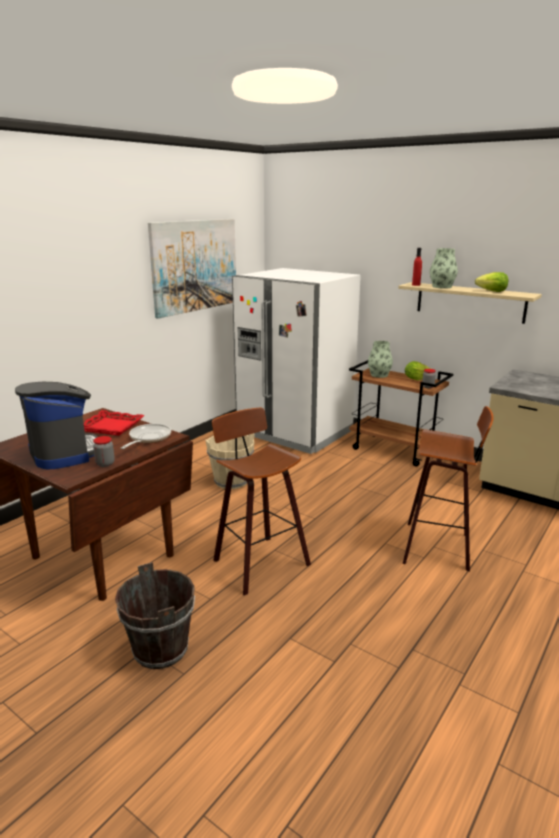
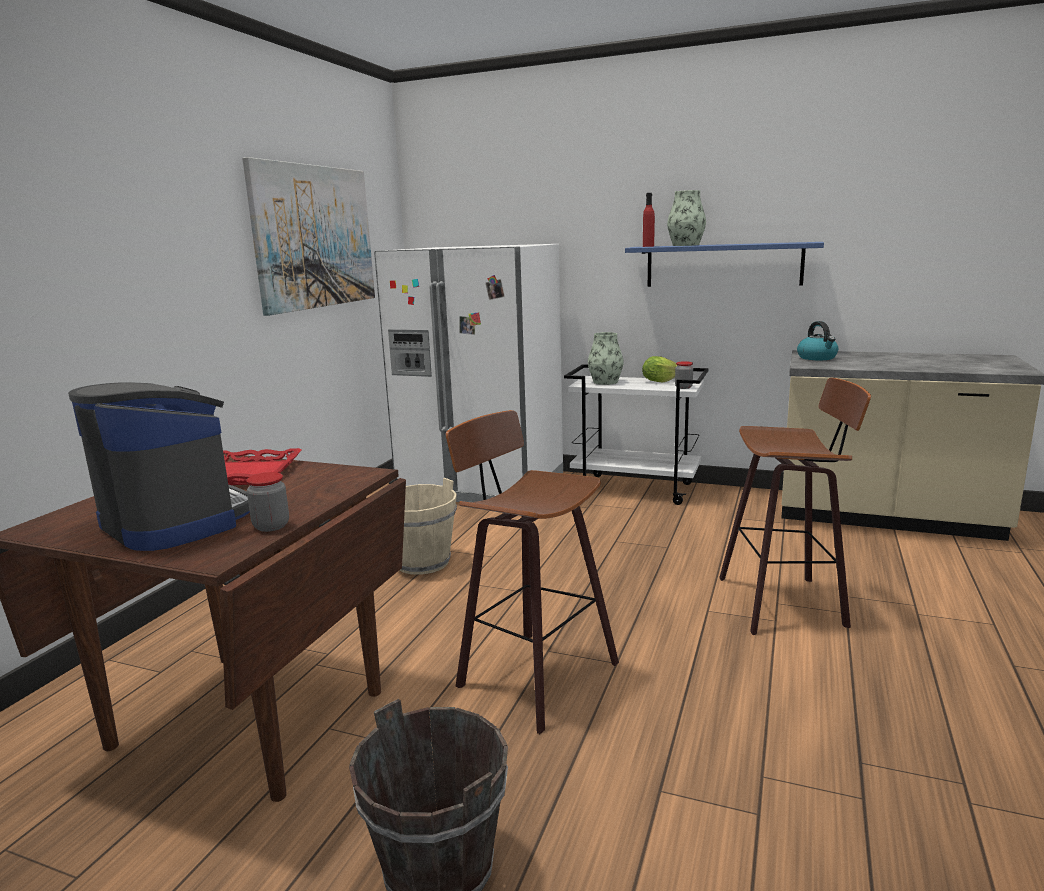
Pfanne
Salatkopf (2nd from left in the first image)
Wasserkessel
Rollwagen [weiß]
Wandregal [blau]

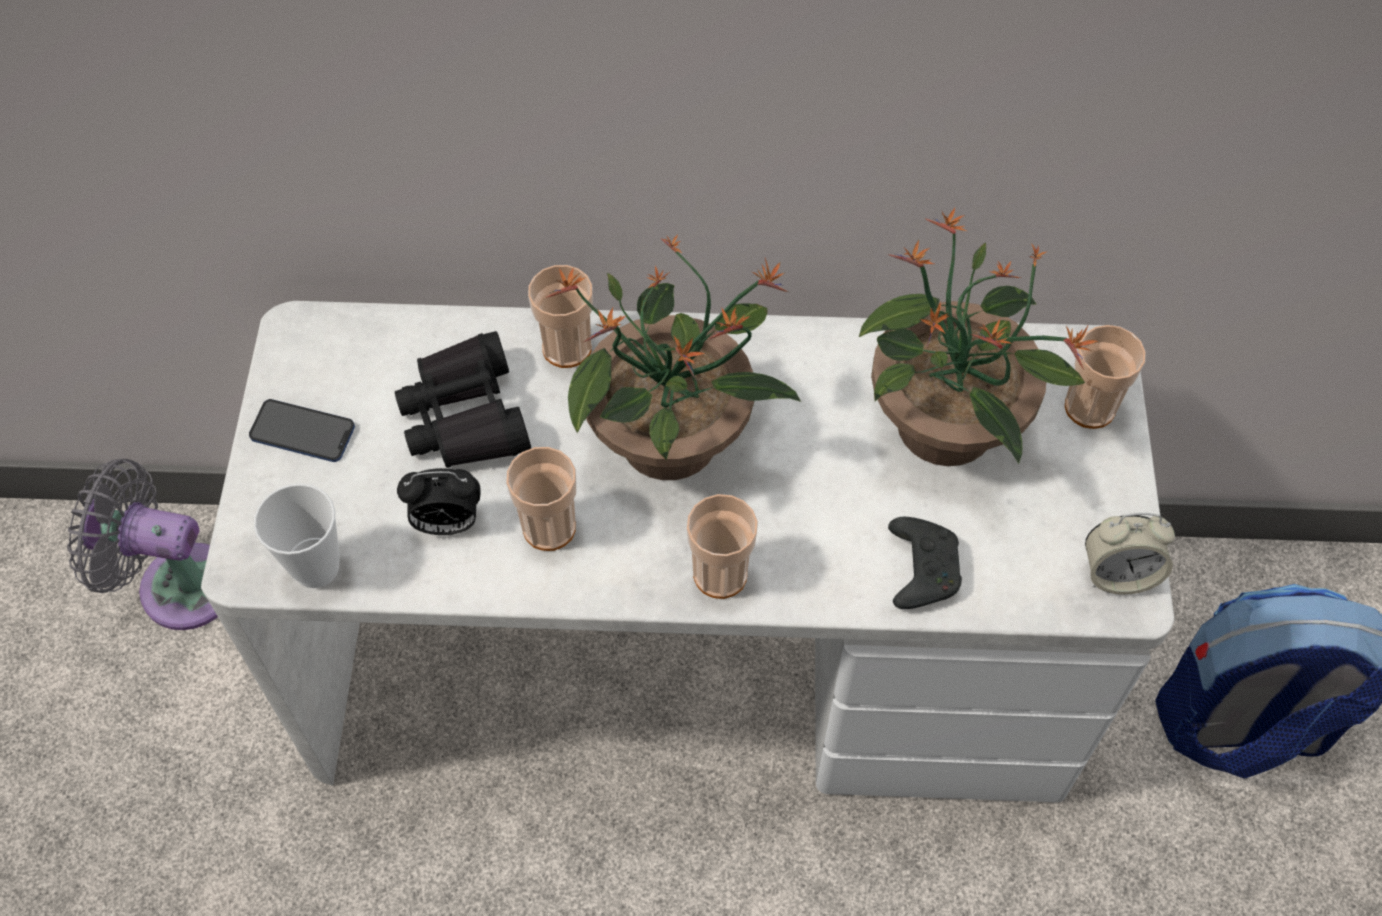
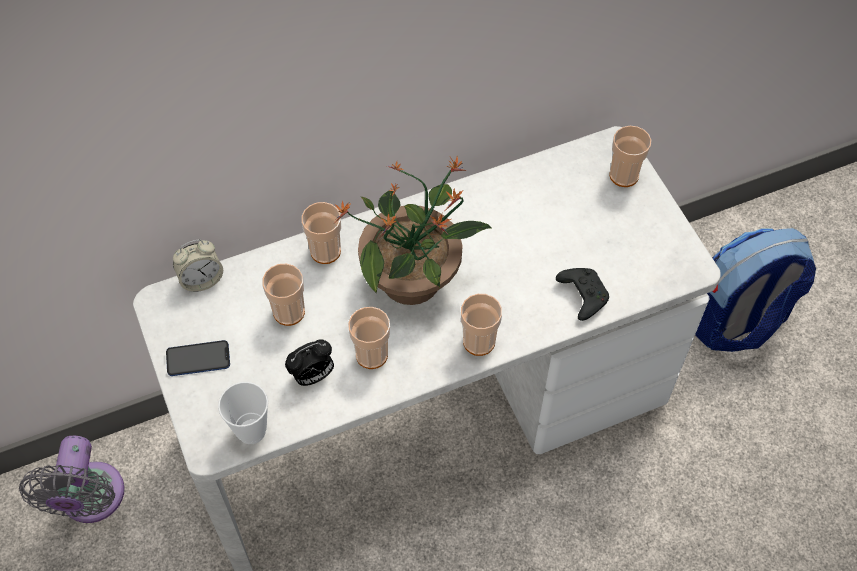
Topfpflanze (2nd from left in the first image)
Wecker (1st from left)
Tasse (2nd from left)
Ventilator [grau]

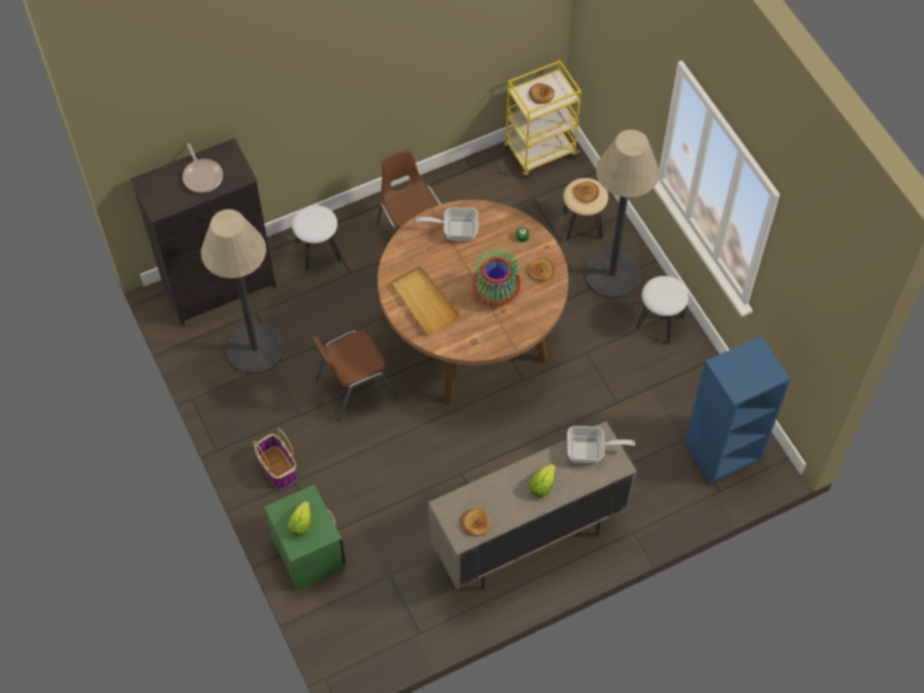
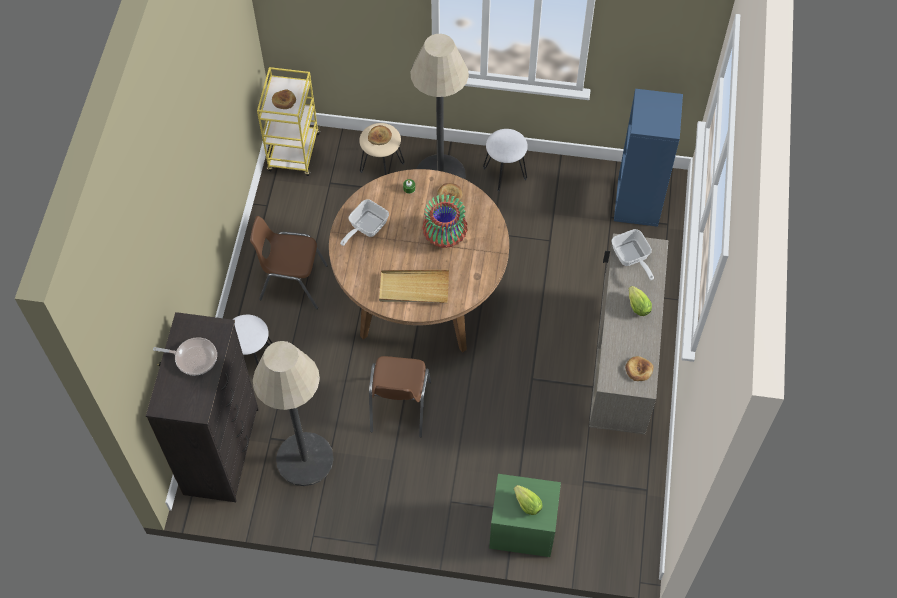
Korb
Pfanne (3rd from left)

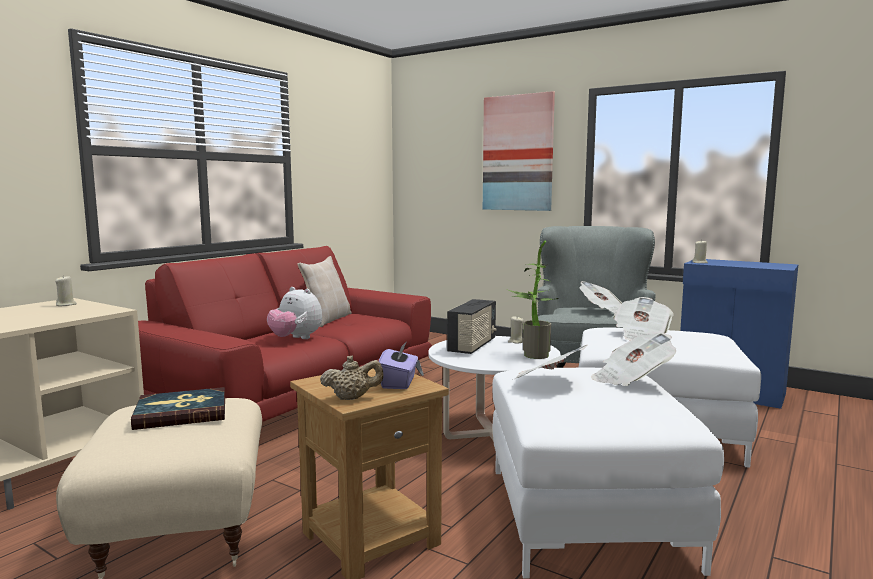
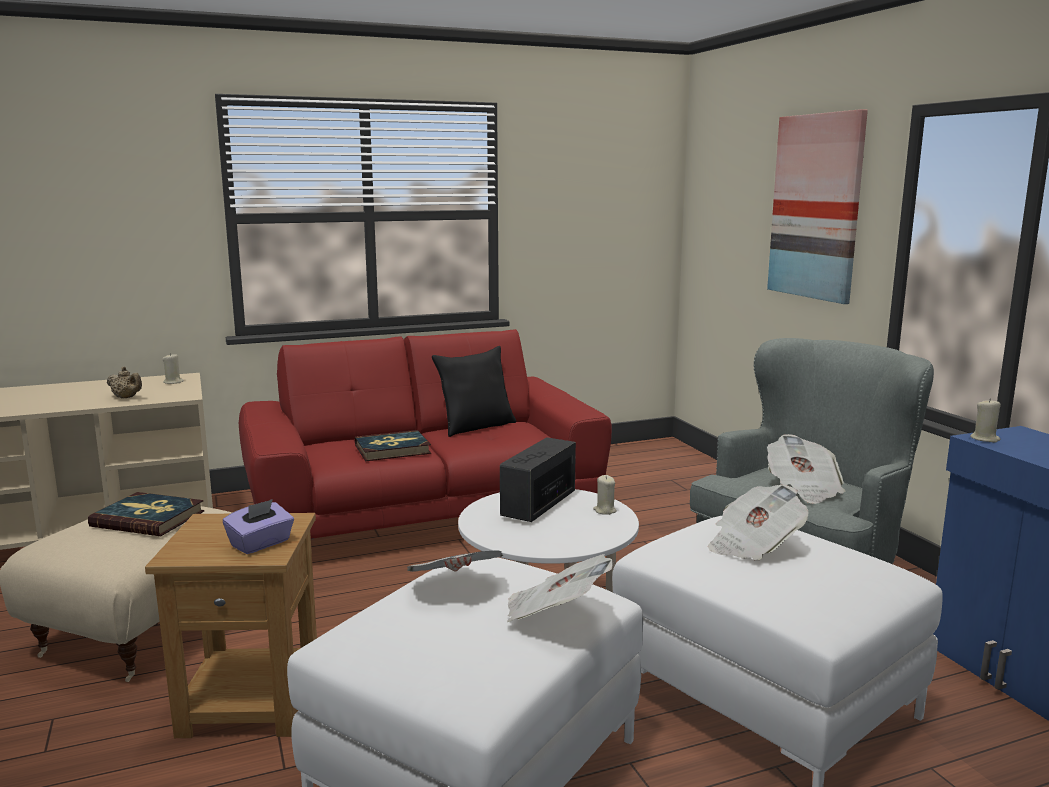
Topfpflanze
Teekanne [beige]
Buch (2nd from left)
Kissen [schwarz]
Radio

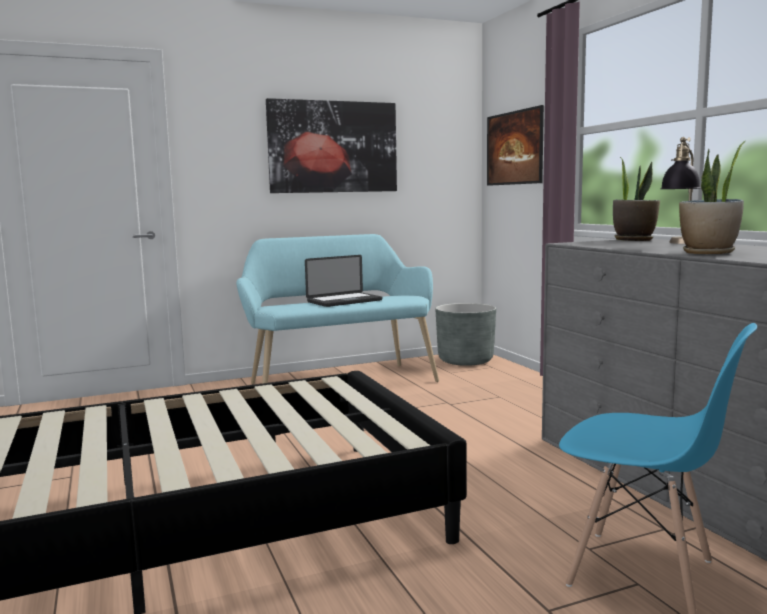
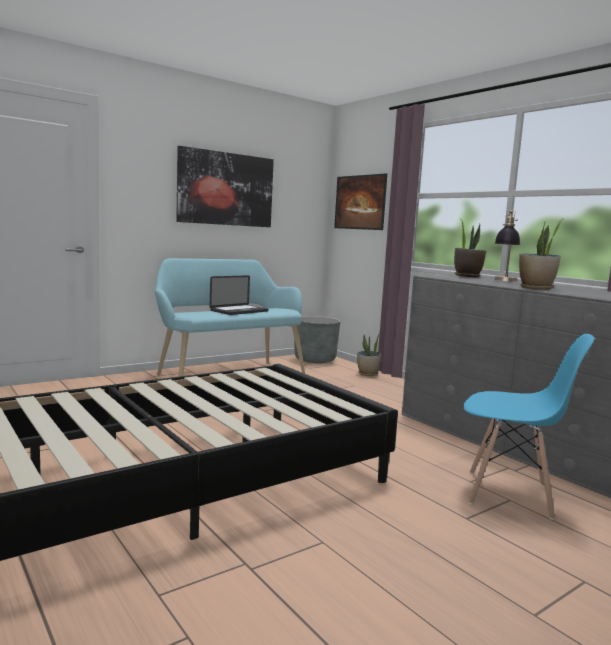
Topfpflanze (1st from left)

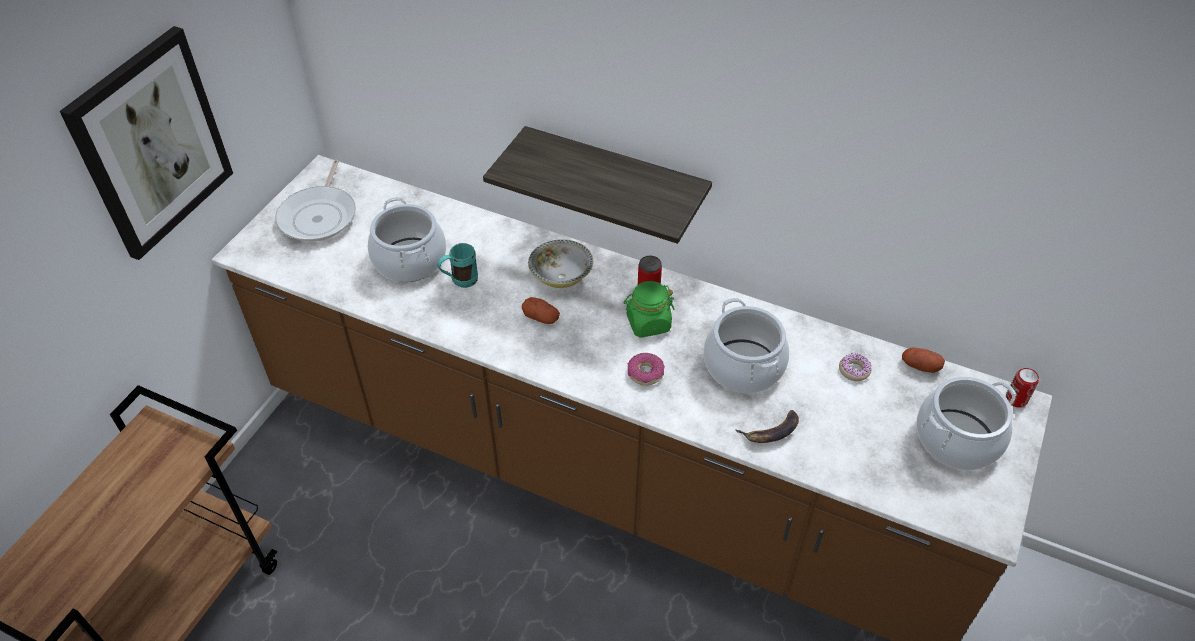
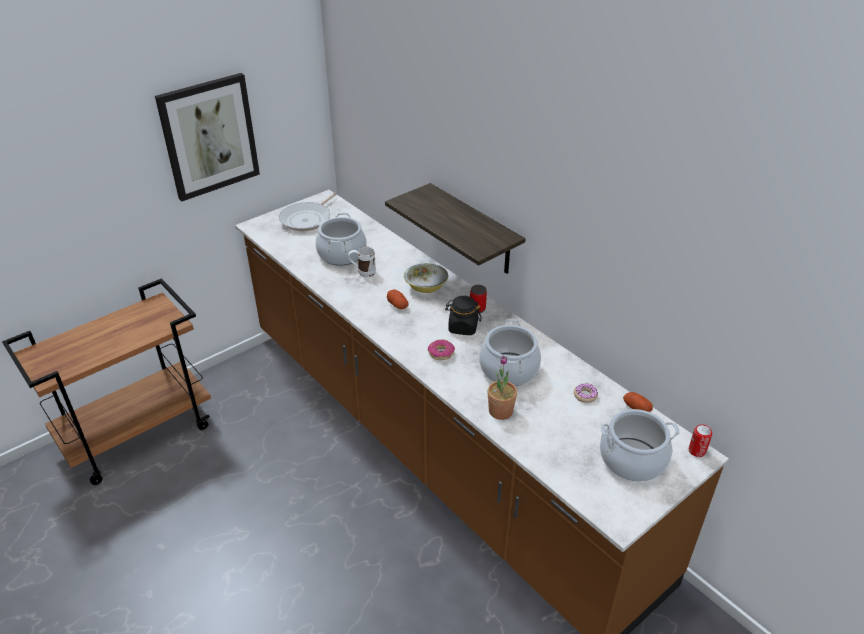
Topfpflanze
Henkelbecher [weiß]
Vorratsglas [schwarz]

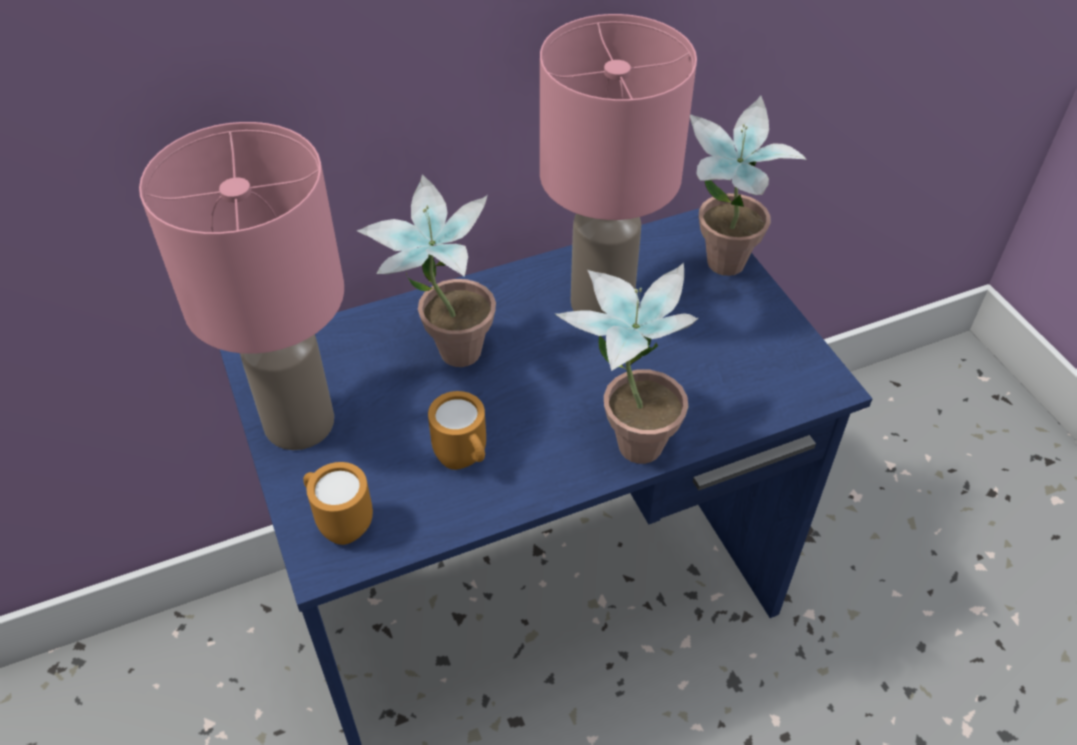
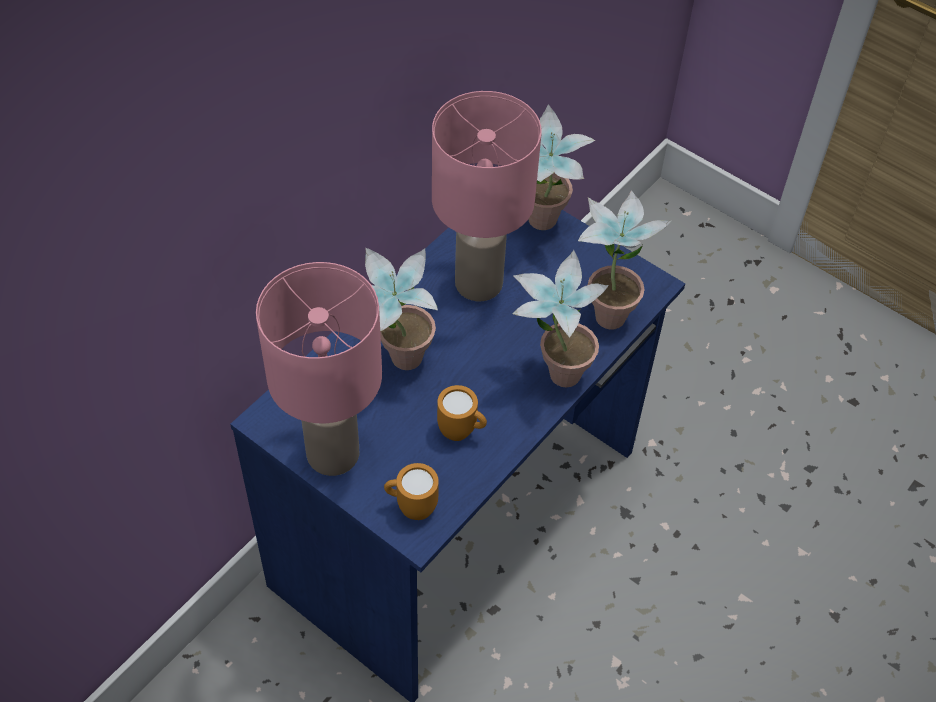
Topfpflanze (4th from left)

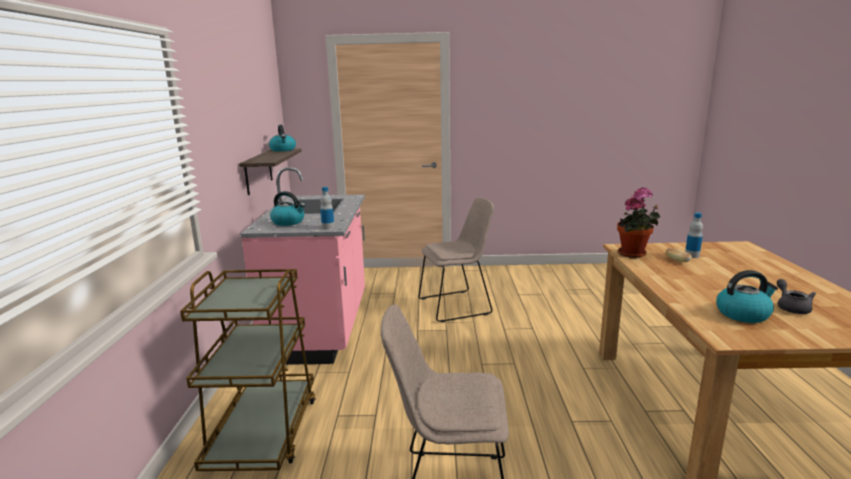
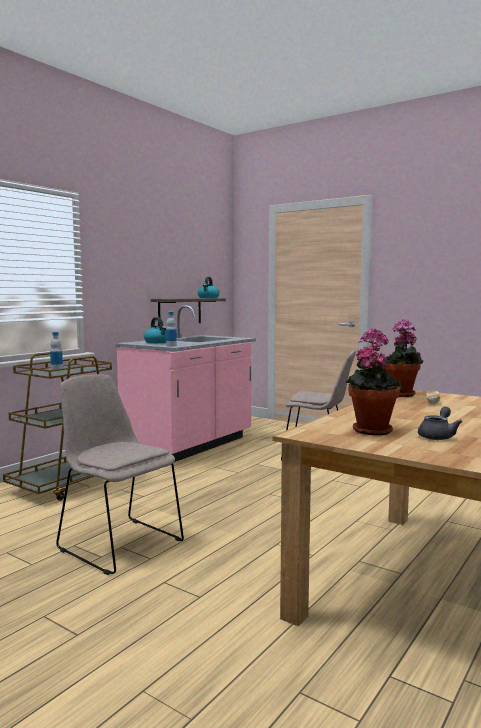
Flasche (1st from left)
Topfpflanze (1st from left)

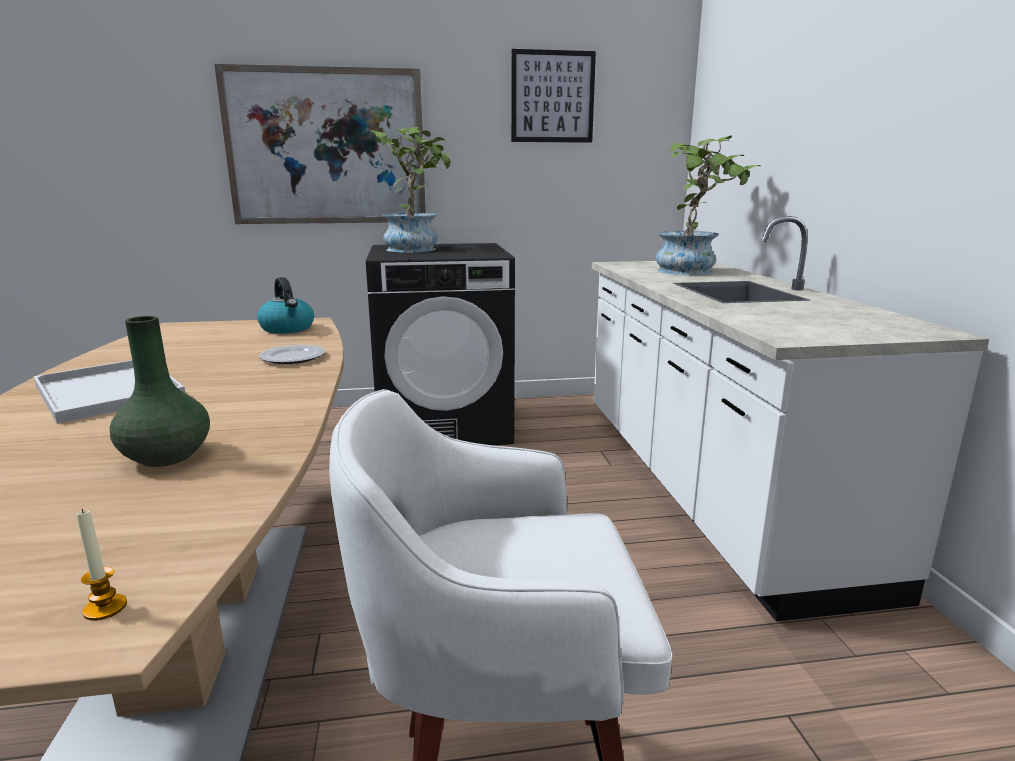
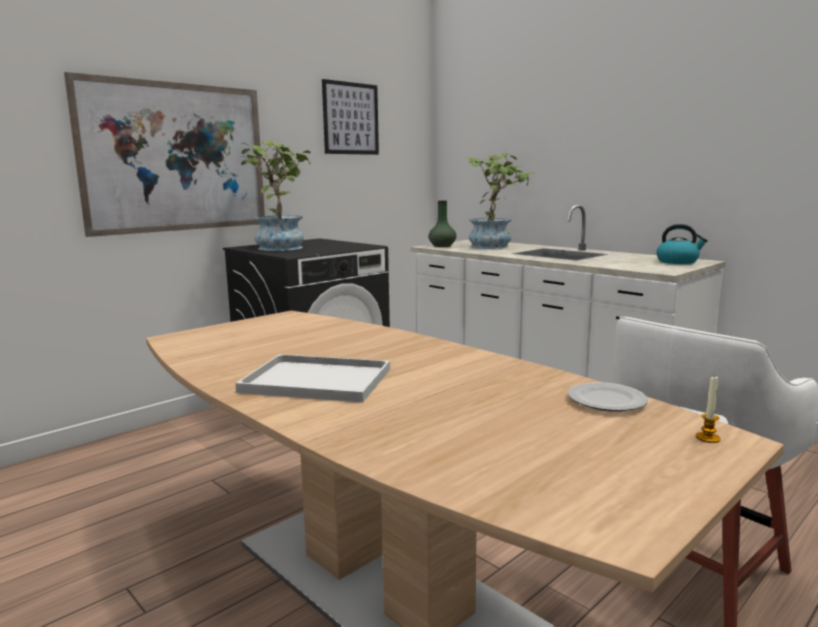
Vase [grün]
Wasserkessel
Teller

